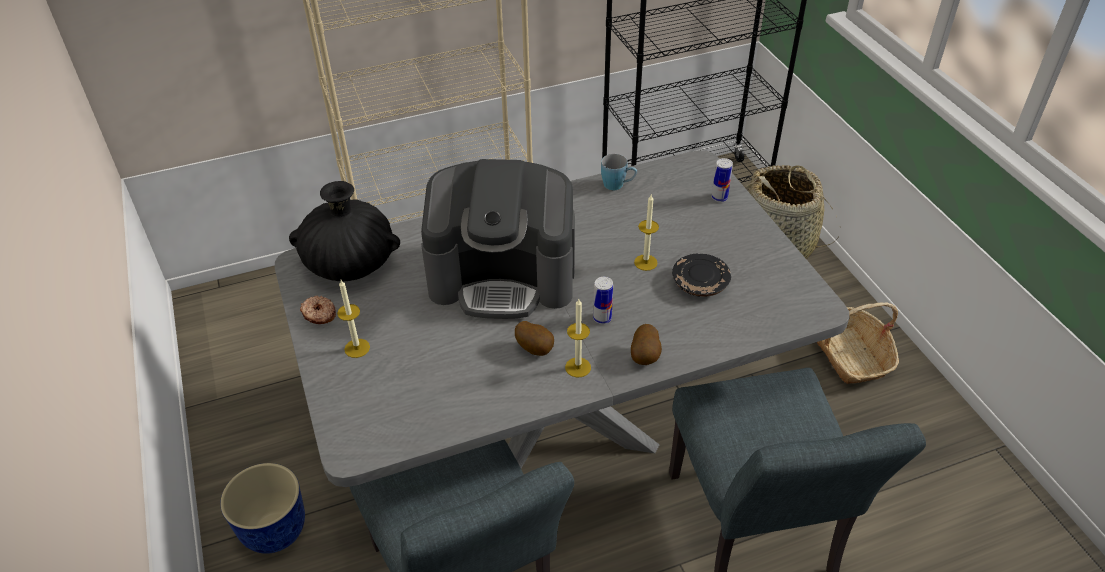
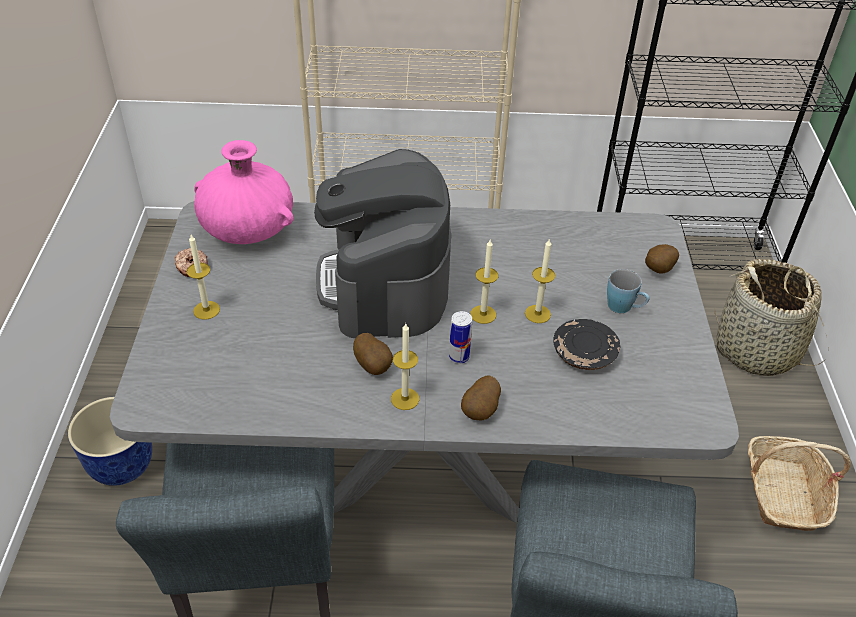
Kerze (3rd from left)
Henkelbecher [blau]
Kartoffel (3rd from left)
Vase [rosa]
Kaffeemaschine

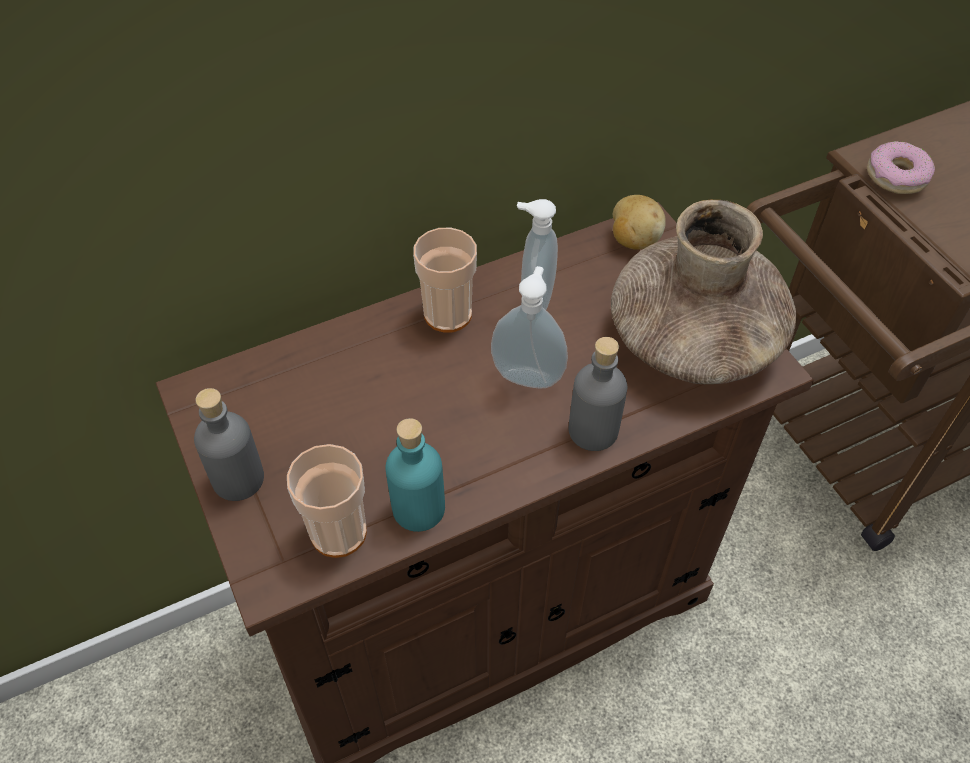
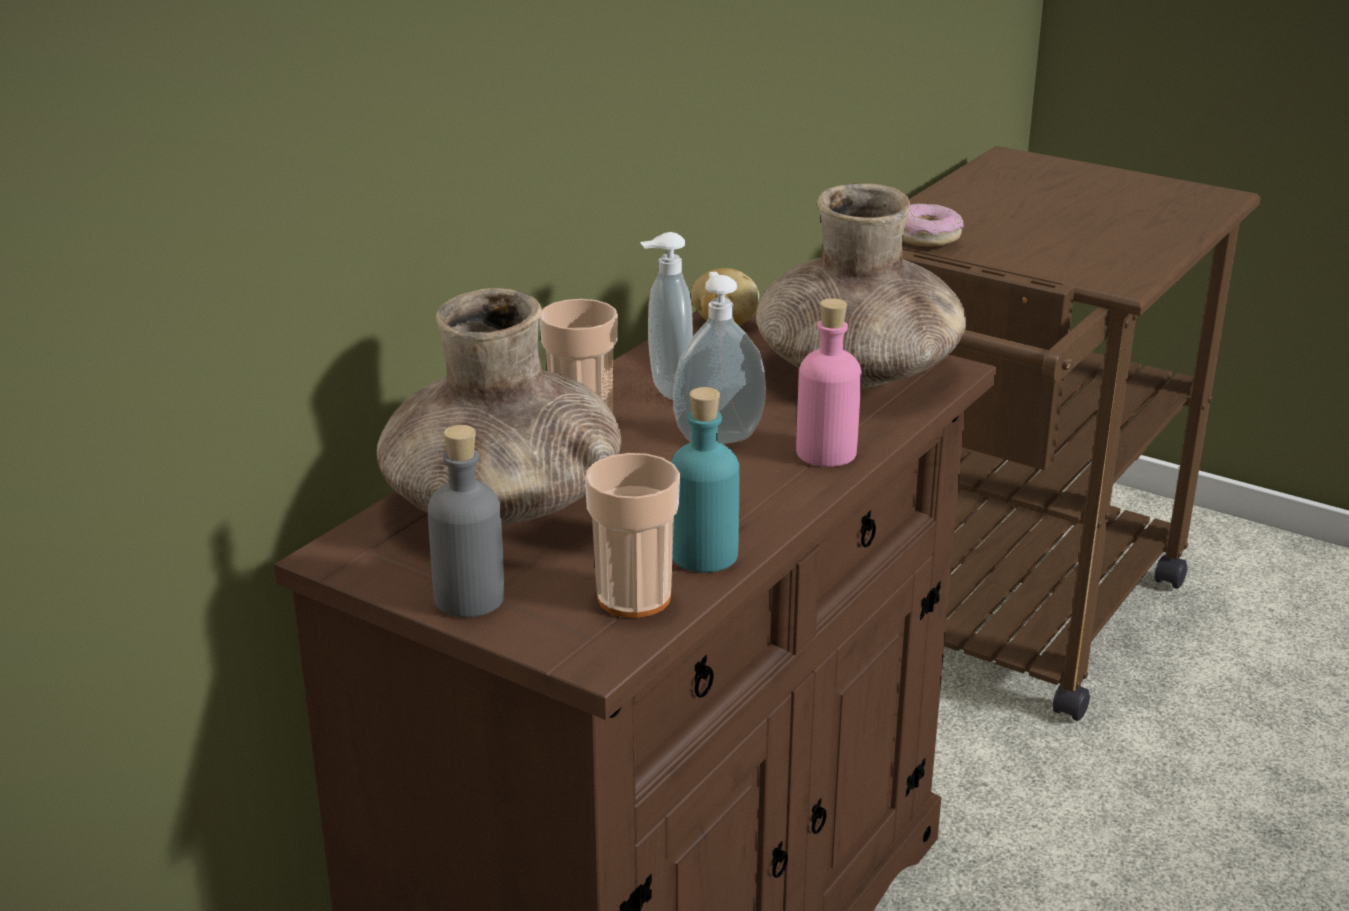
Vase [braun] (1st from left)
Flasche [rosa]

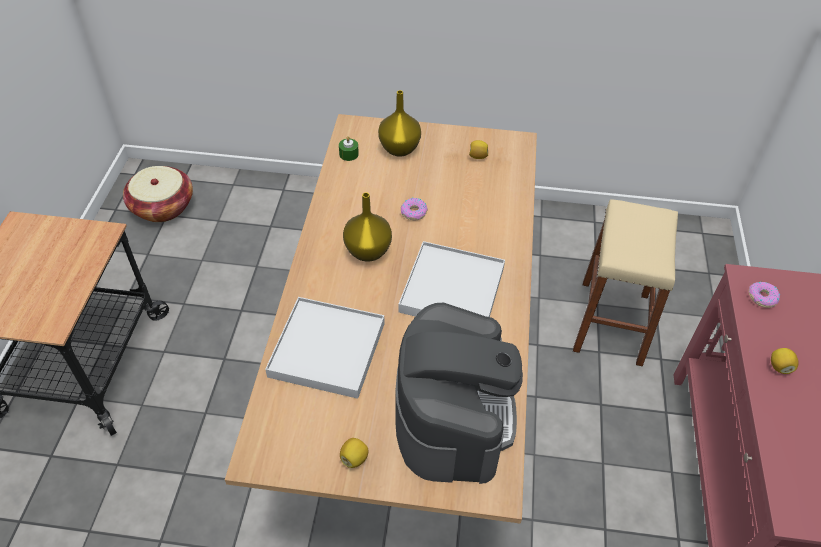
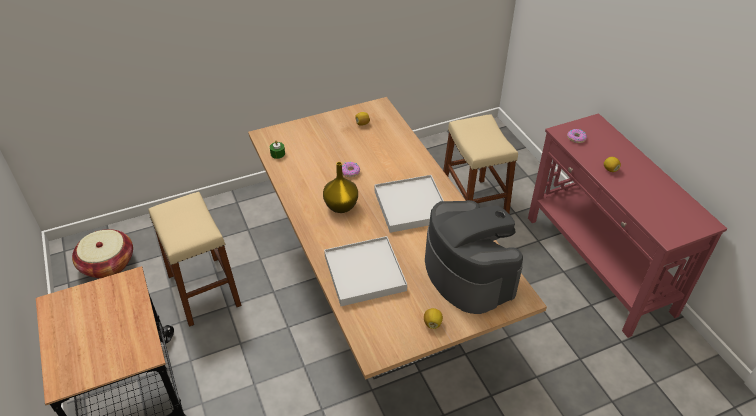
Vase [gelb] (2nd from left in the first image)
Hocker [beige] (1st from left)

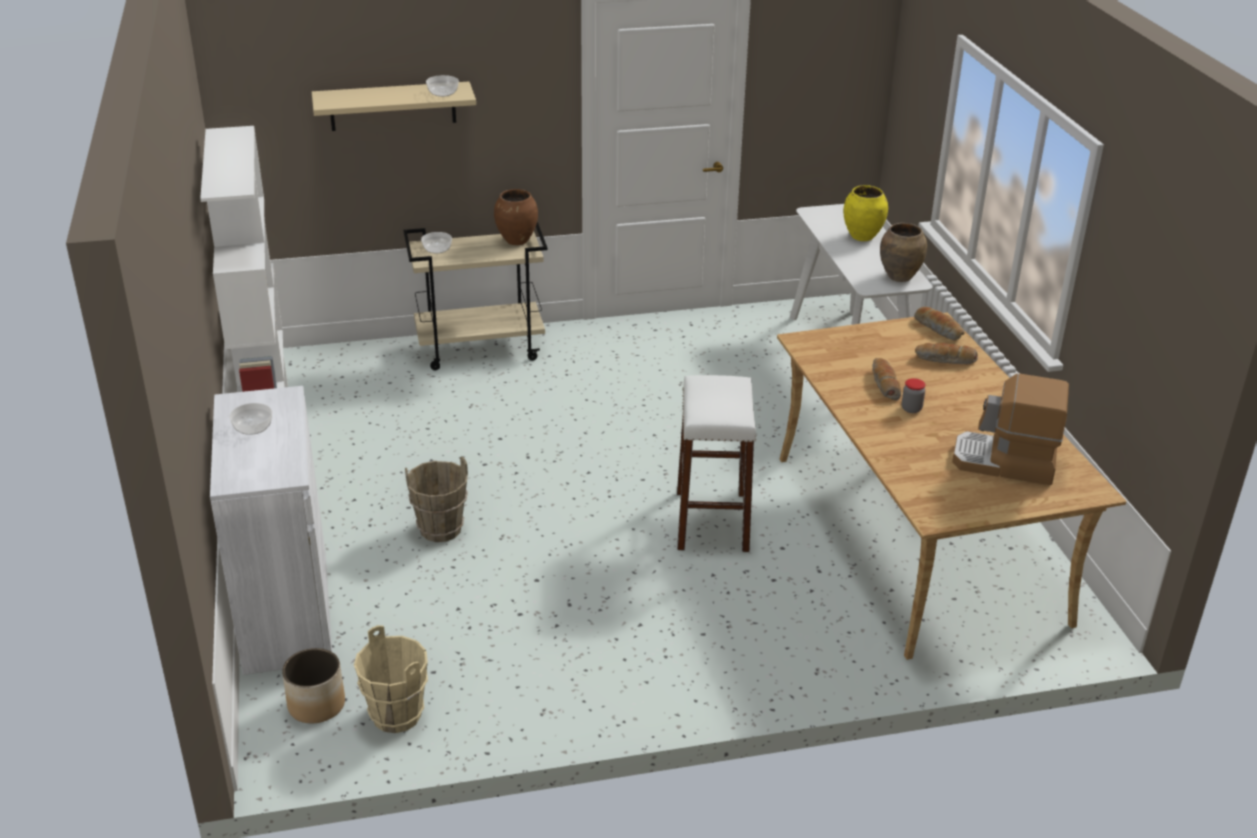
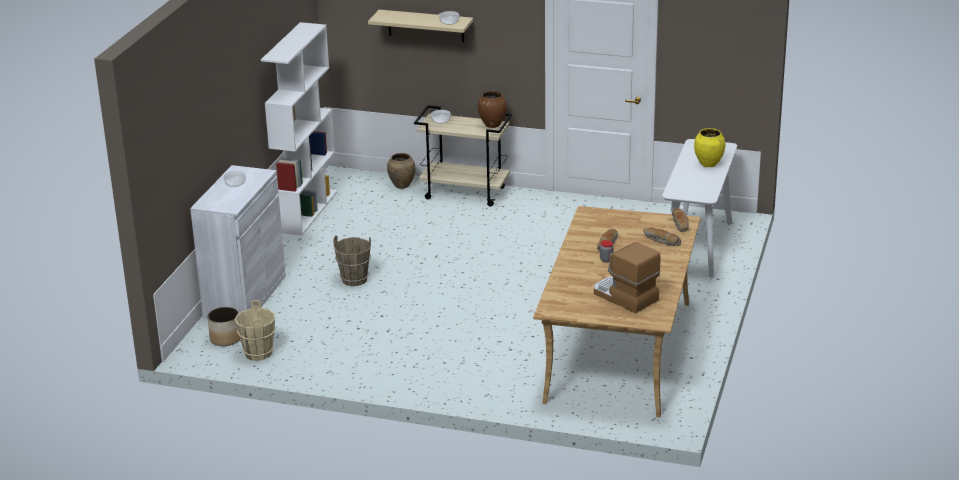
Hocker [weiß]
Vase [braun] (1st from left)

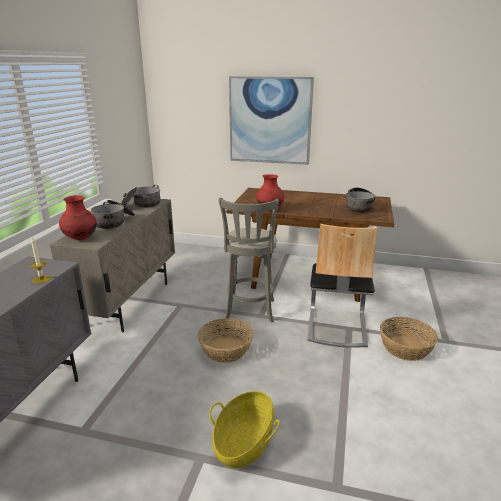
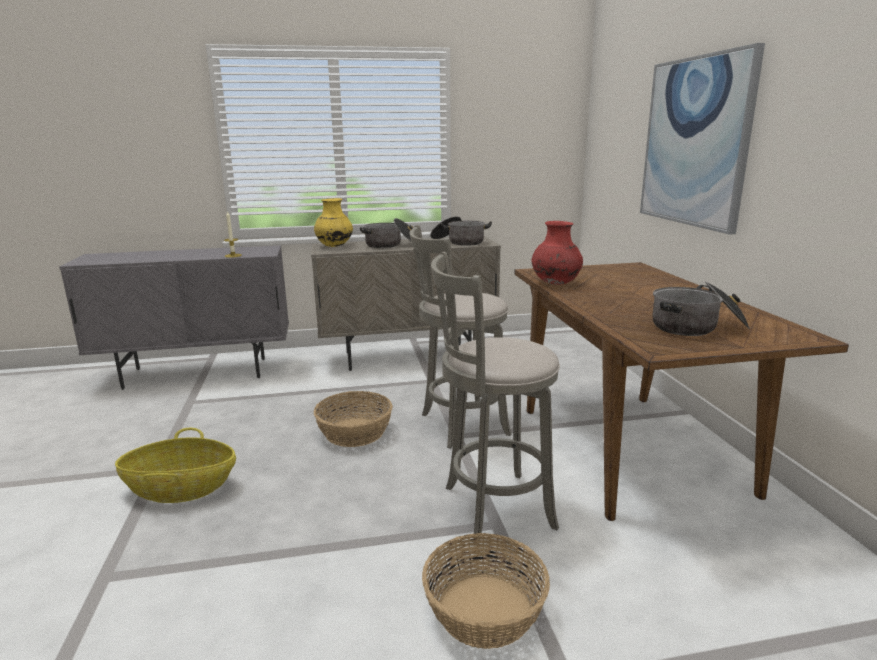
Hocker [grau] (2nd from left)
Vase [gelb]

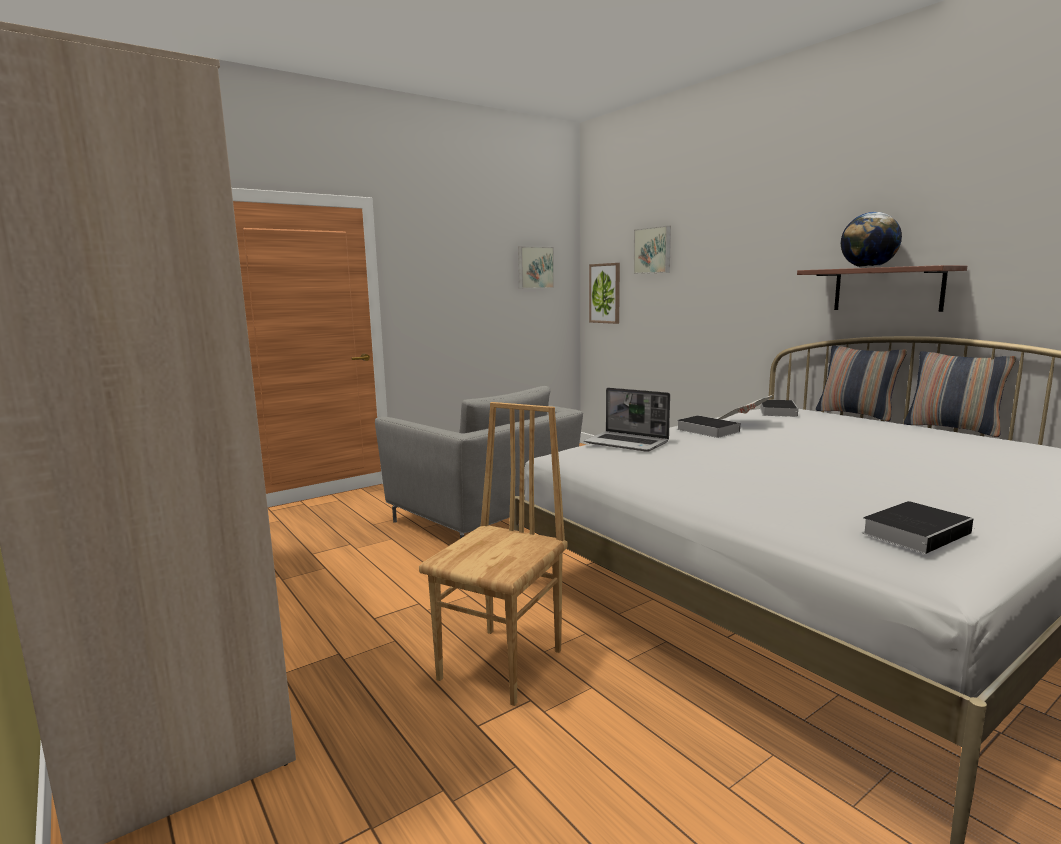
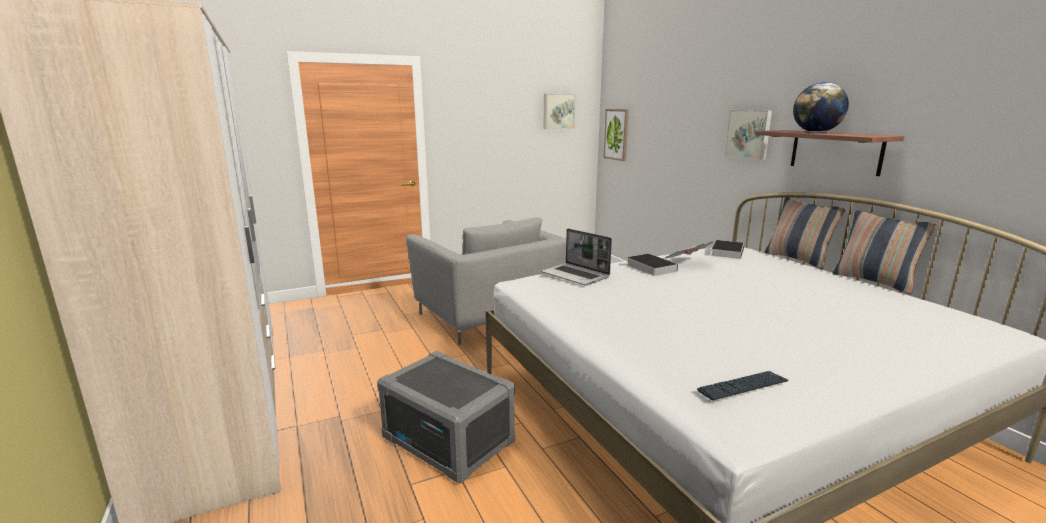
Bild (3rd from left)
Aufbewahrungsbox [grau]
Tastatur

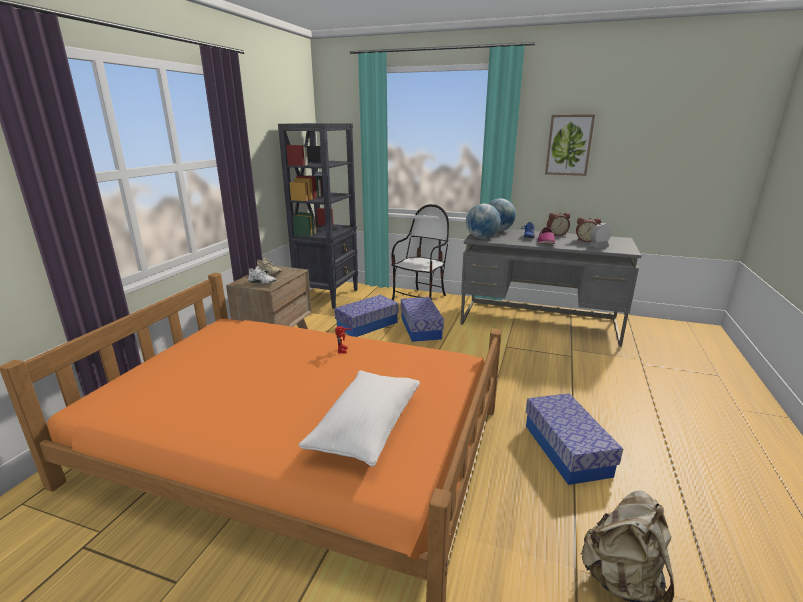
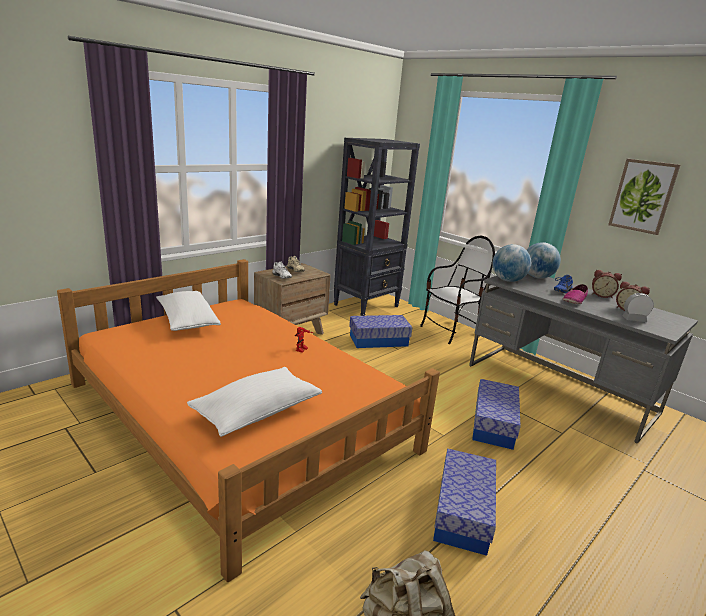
Kissen [weiß] (1st from left)
Aufbewahrungsbox (3rd from left)

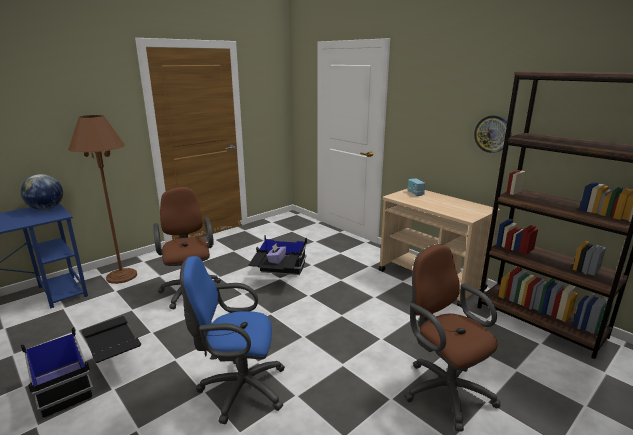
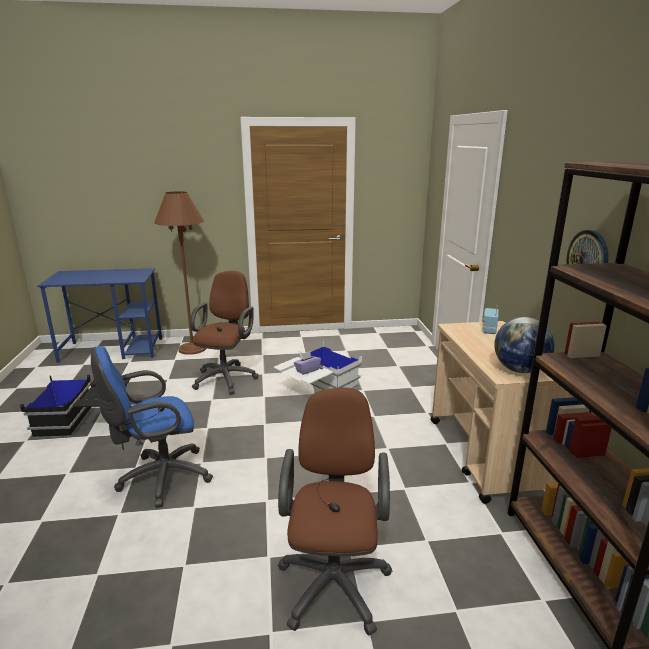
Globus
Aufbewahrungsbox [weiß]
Bürostuhl [blau]

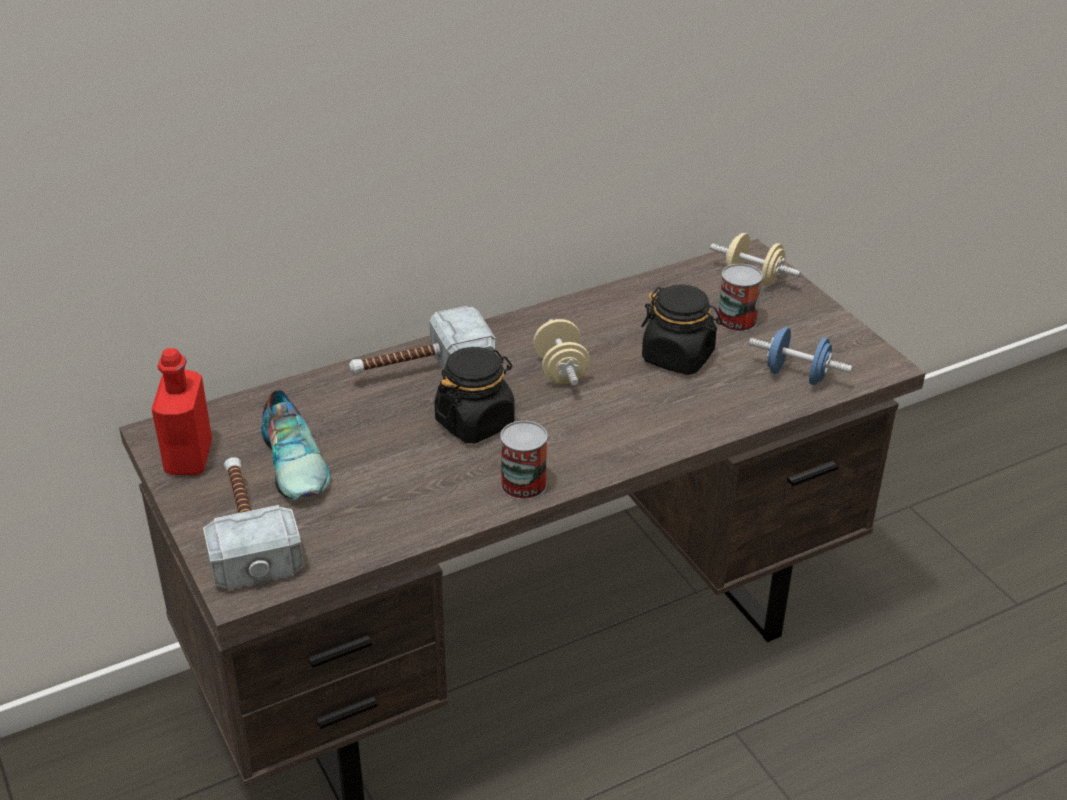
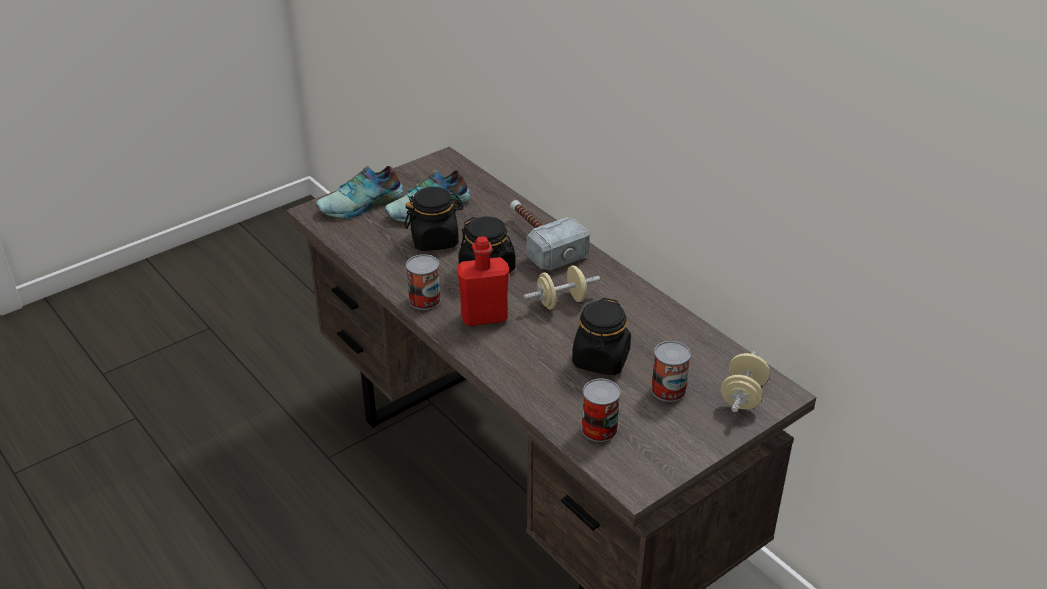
Vorratsglas [schwarz] (1st from left)
Flasche [rot]
Schuh (1st from left)
Dose (2nd from left)

